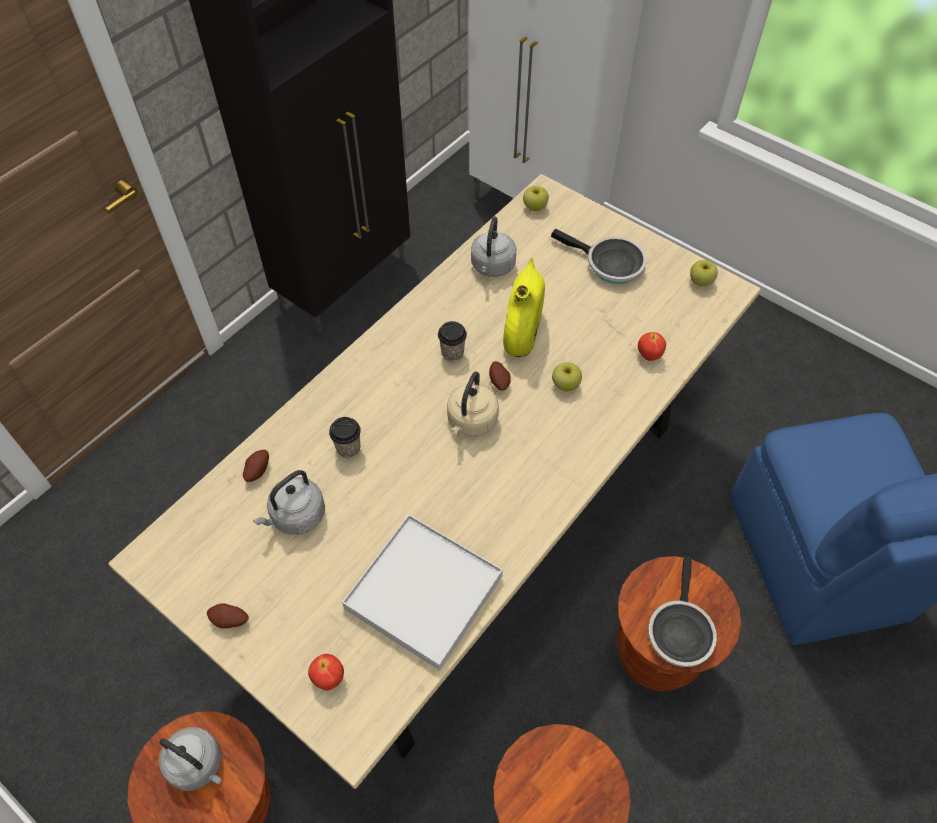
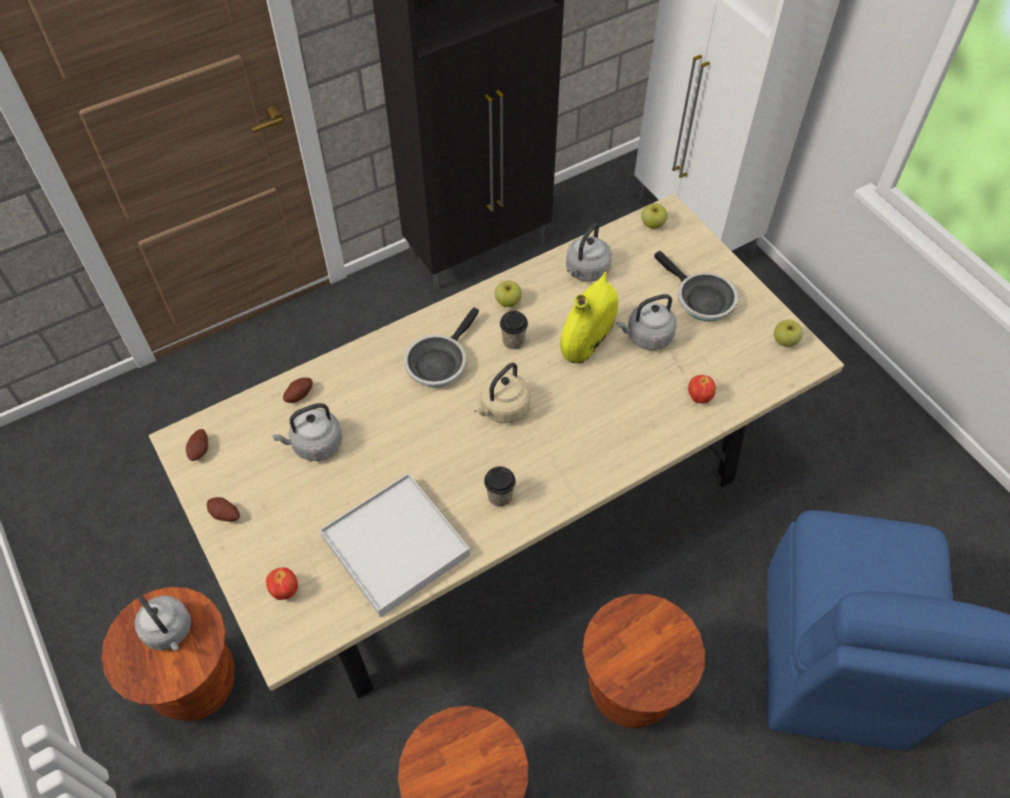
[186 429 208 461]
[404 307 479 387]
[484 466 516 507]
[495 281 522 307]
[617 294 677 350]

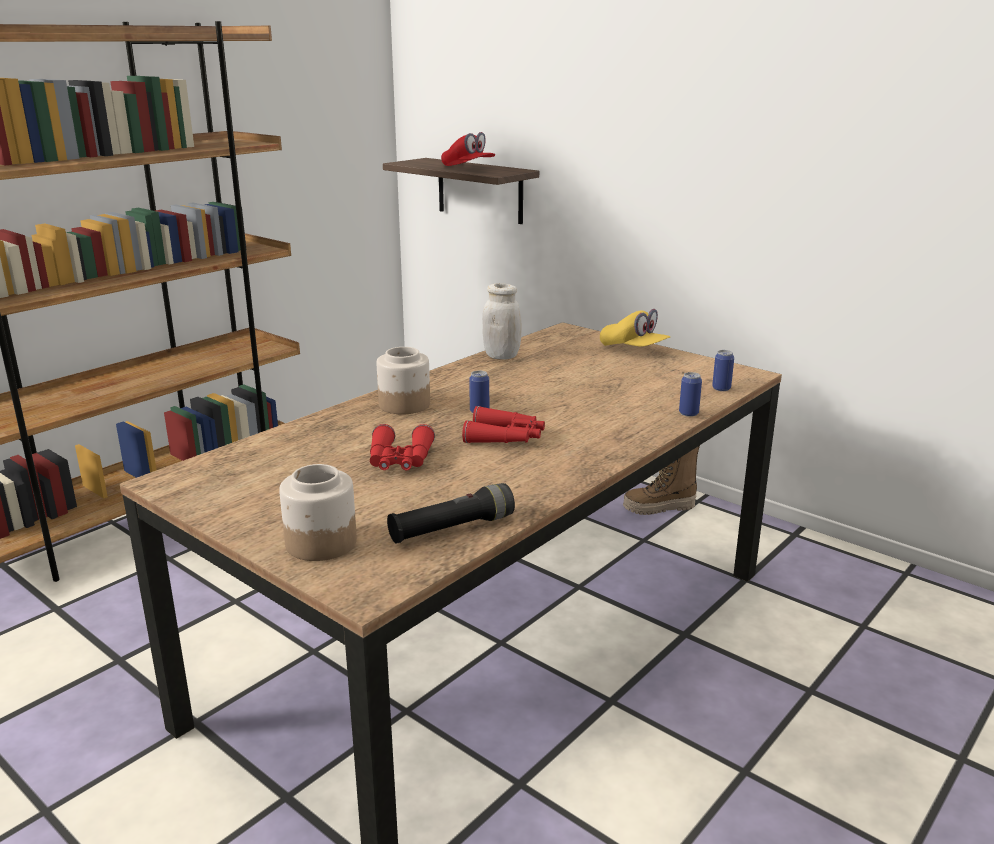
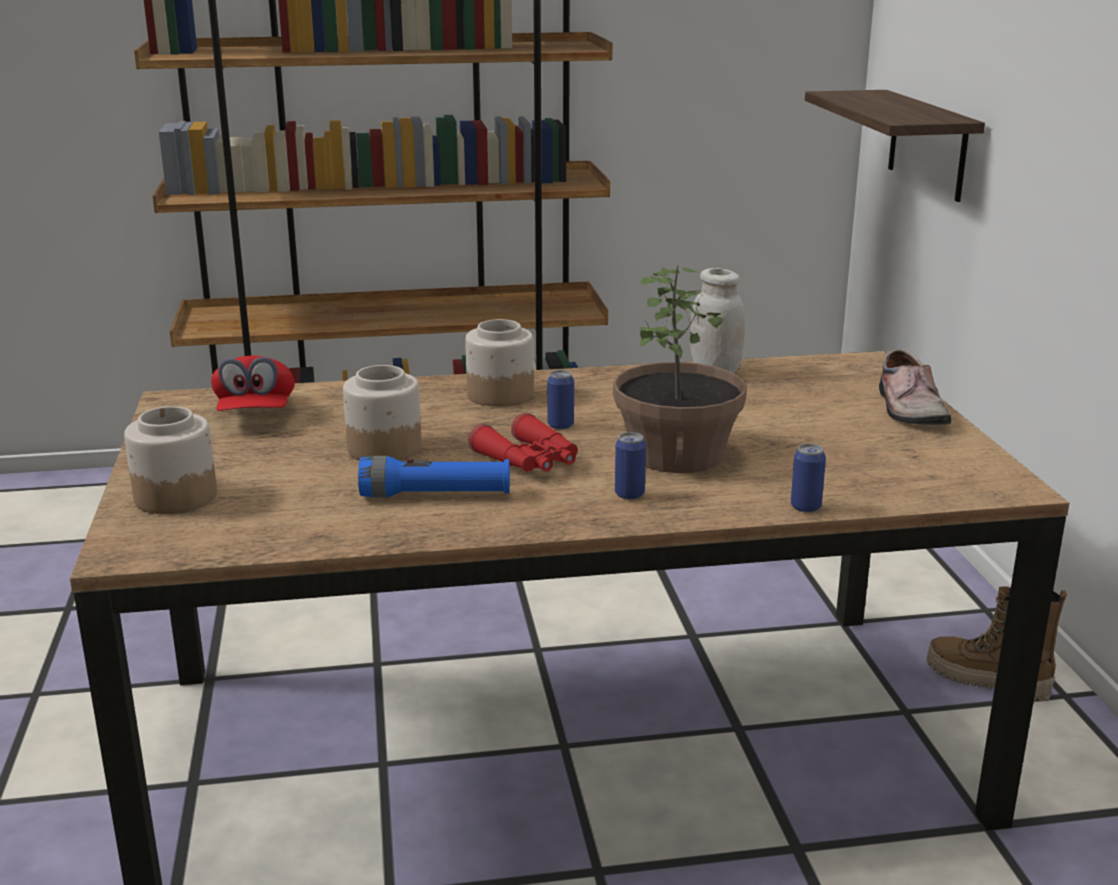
[211 356 295 411]
[343 365 422 461]
[358 456 510 498]
[613 265 747 473]
[615 432 646 500]
[879 349 951 425]
[387 483 515 544] (first image)

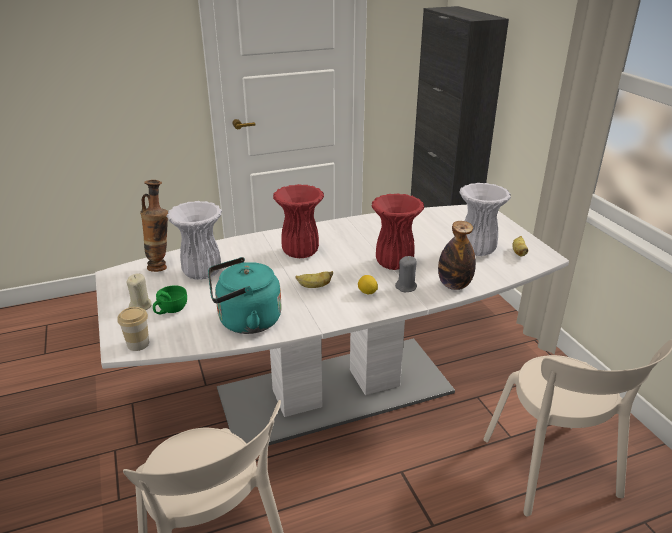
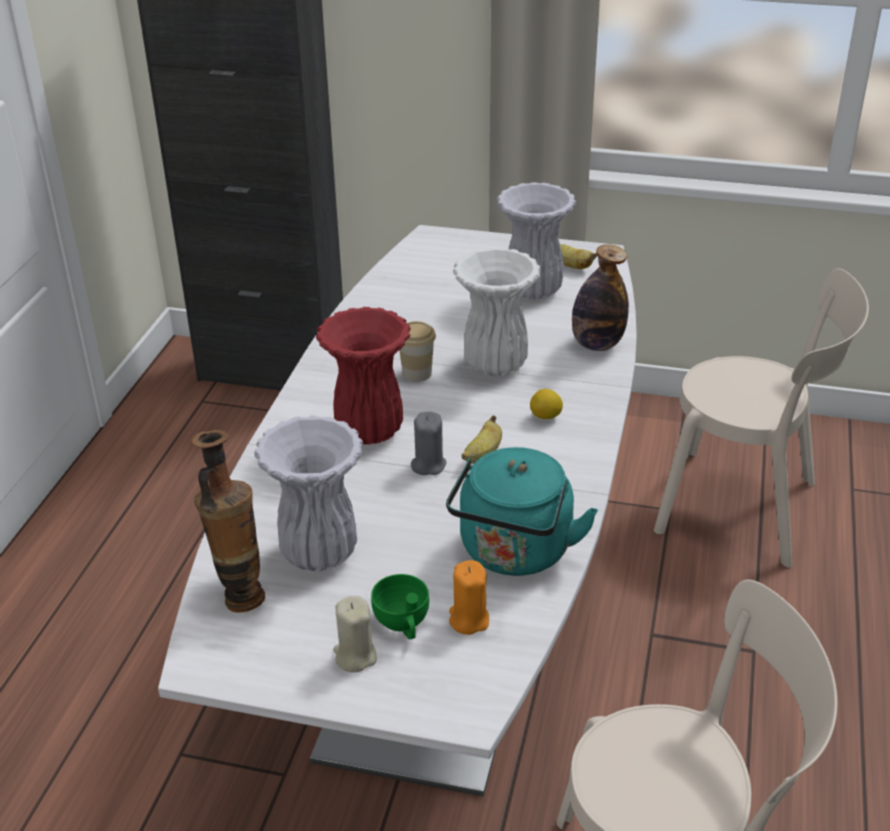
[400 321 436 382]
[411 411 446 475]
[449 560 489 635]
[453 247 541 376]

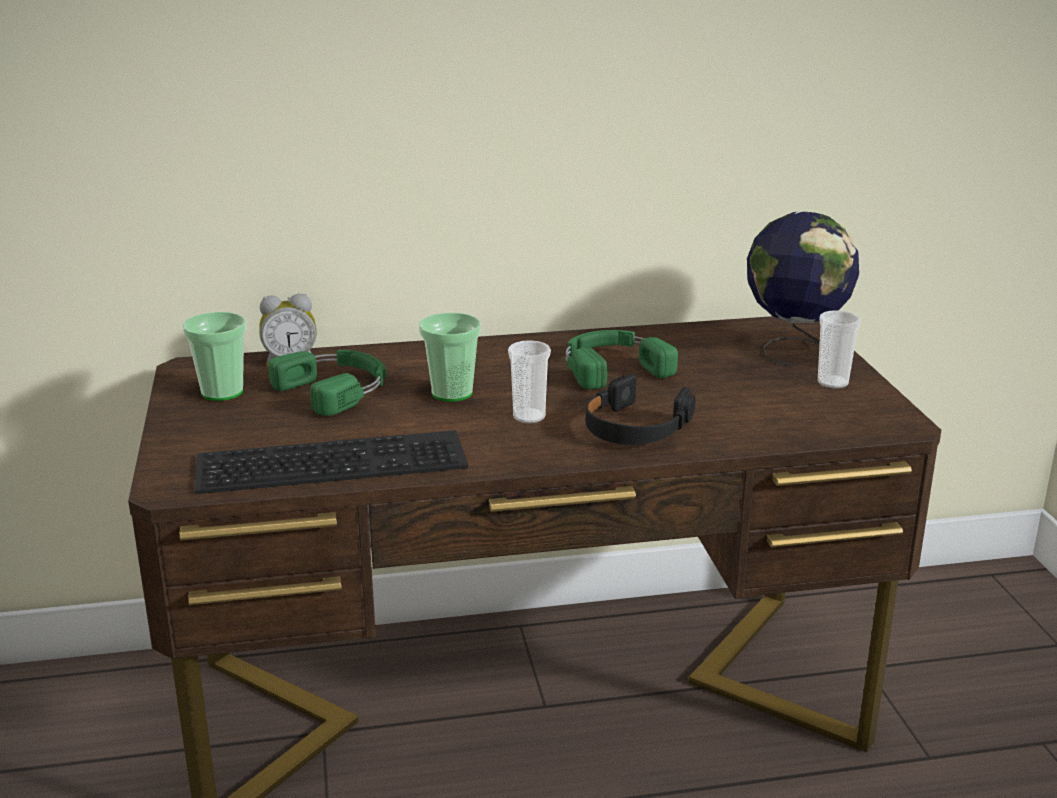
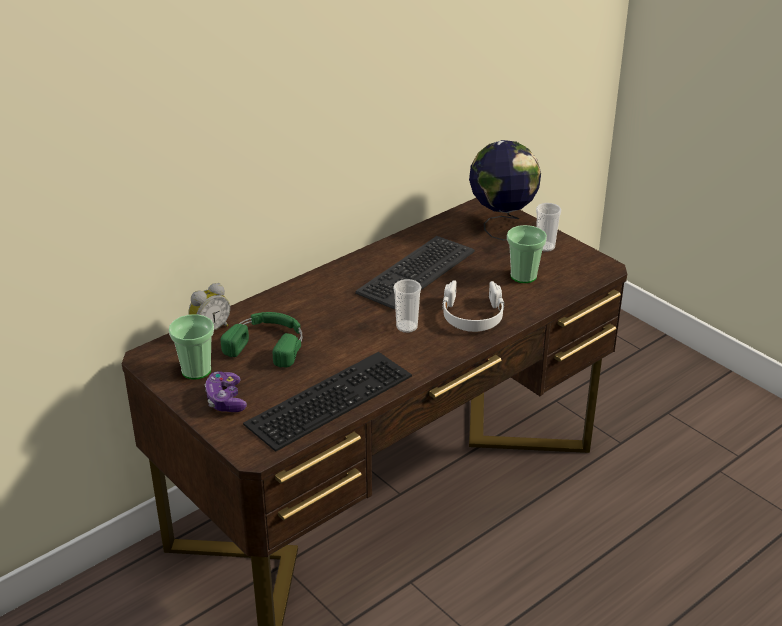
[205 371 247 412]
[355 236 475 309]
[442 280 504 332]
[507 225 547 283]

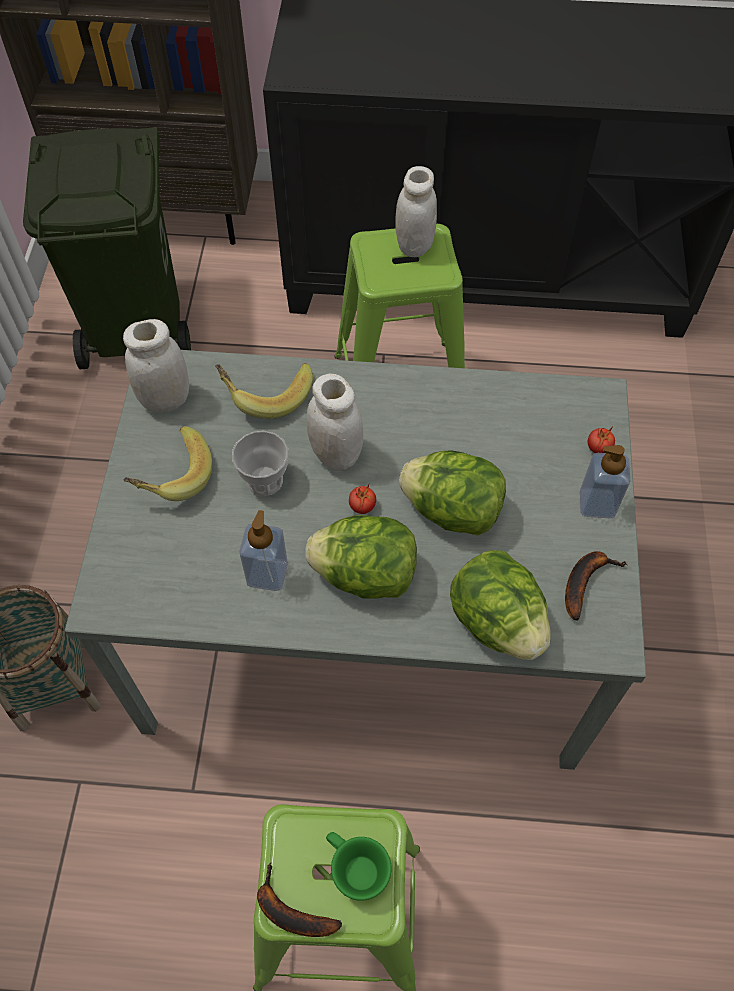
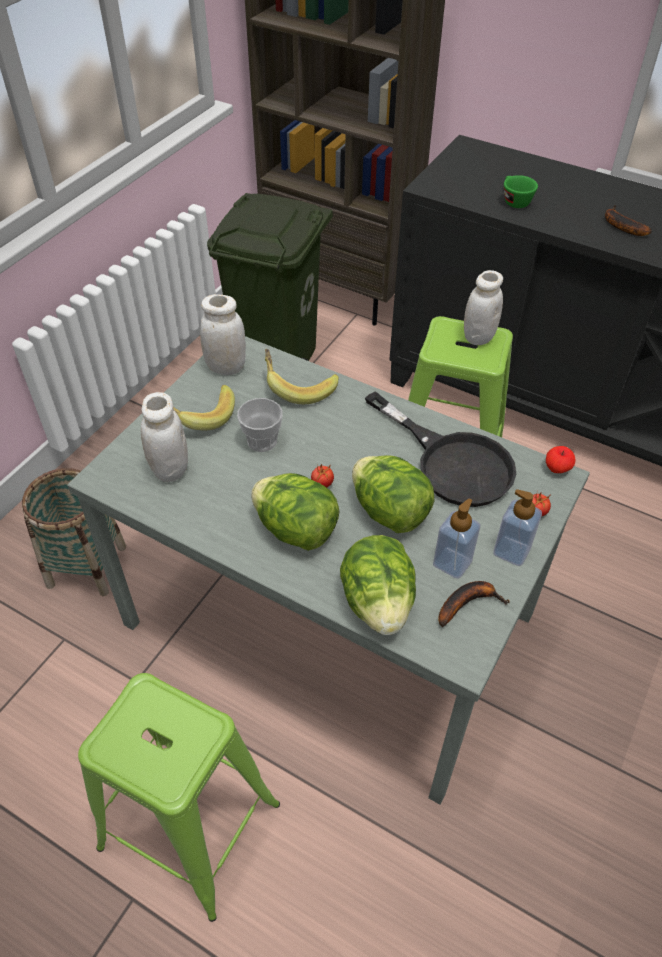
[141 392 188 482]
[365 391 516 507]
[433 498 480 579]
[504 175 538 208]
[546 446 575 473]
[605 205 652 236]

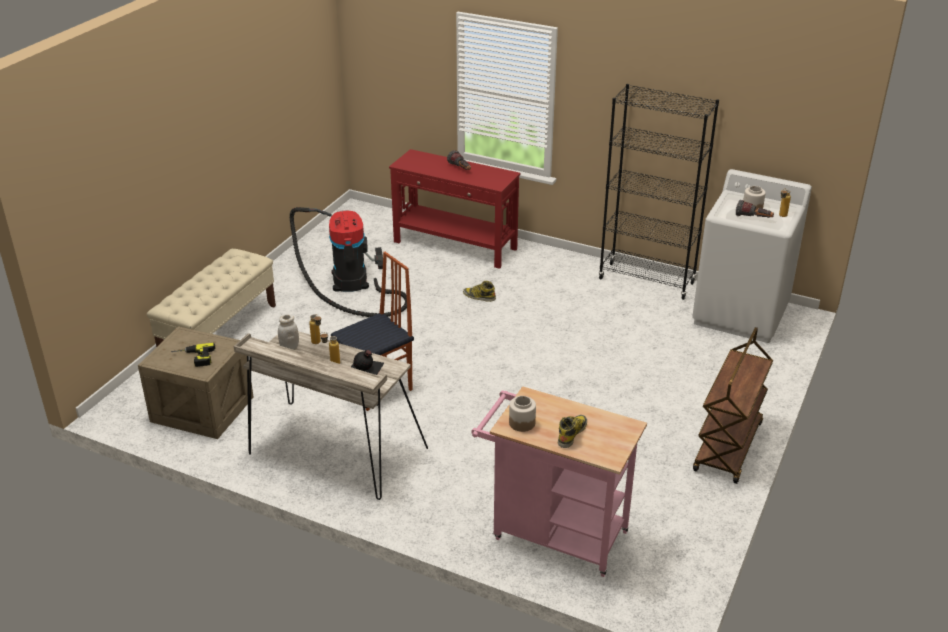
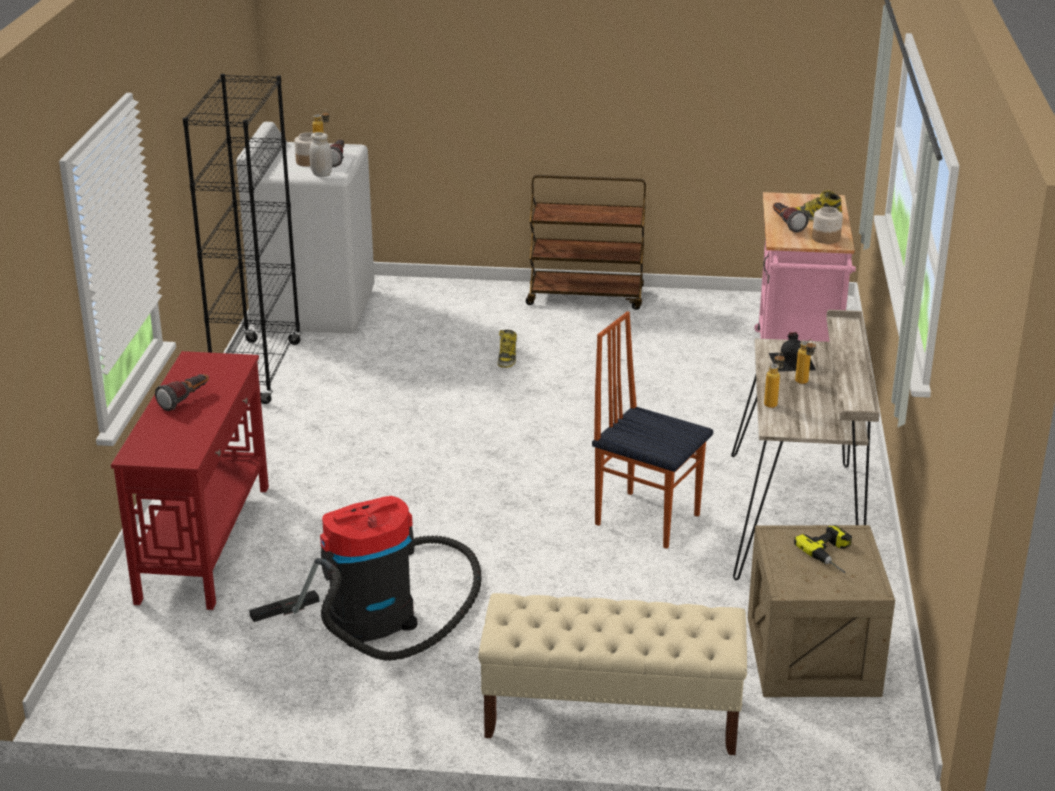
[309 132 332 177]
[498 330 517 368]
[773 203 809 232]

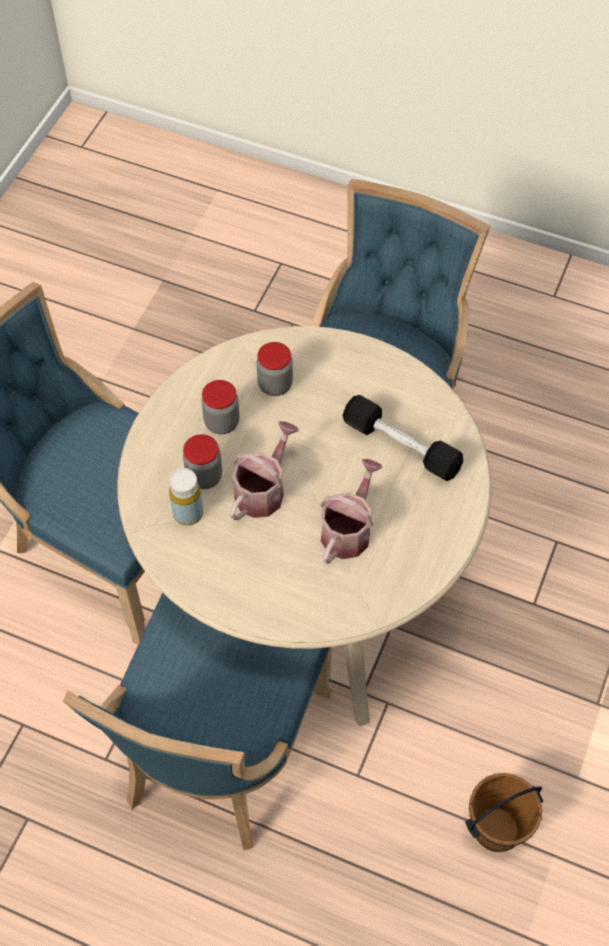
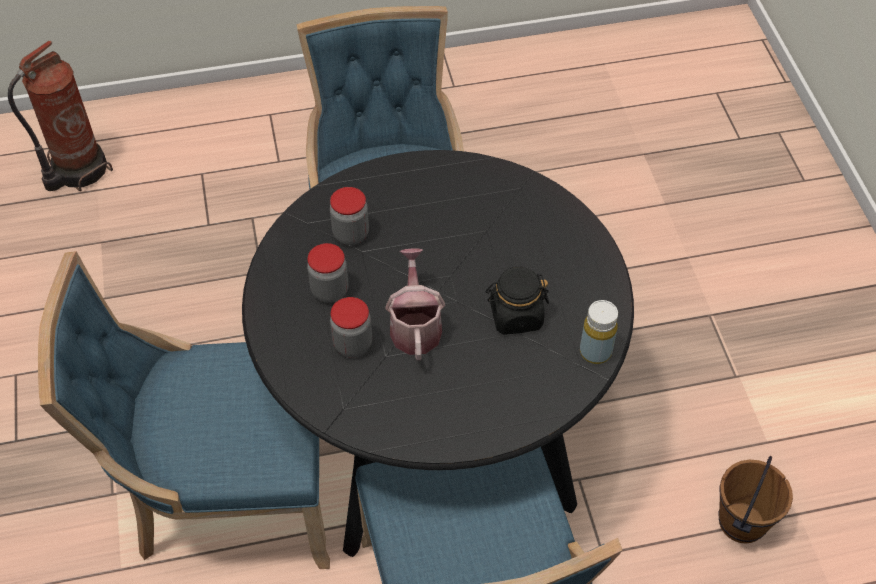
[8 41 113 191]
[242 150 634 557]
[485 267 549 335]
[580 300 618 364]
[342 395 463 481] (first image)

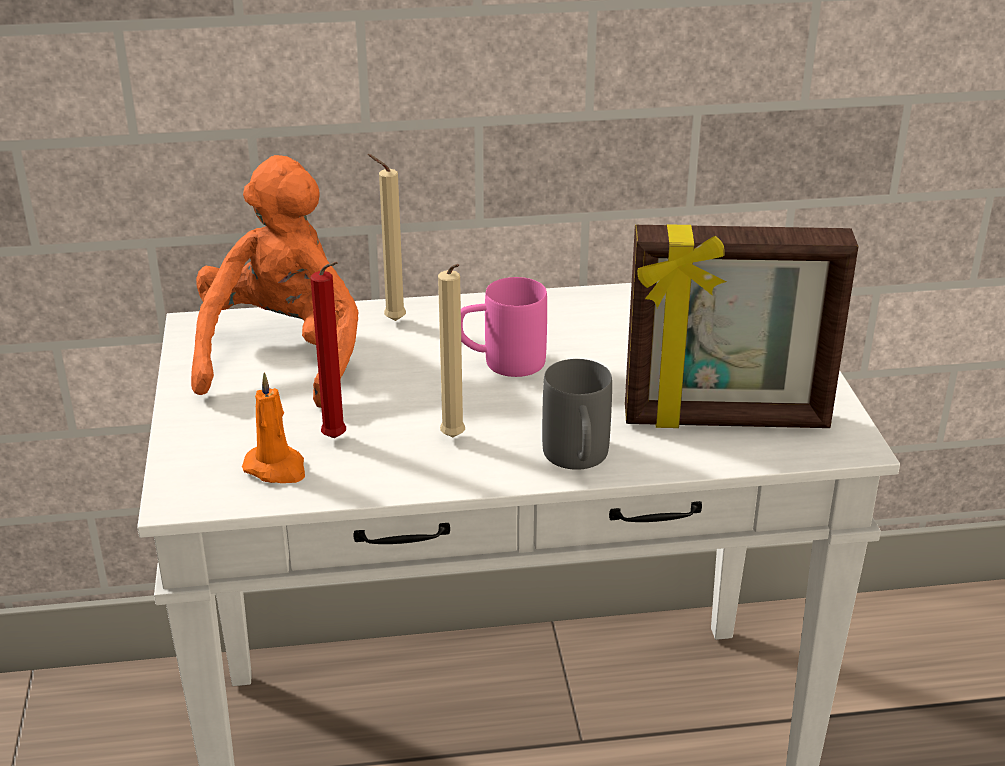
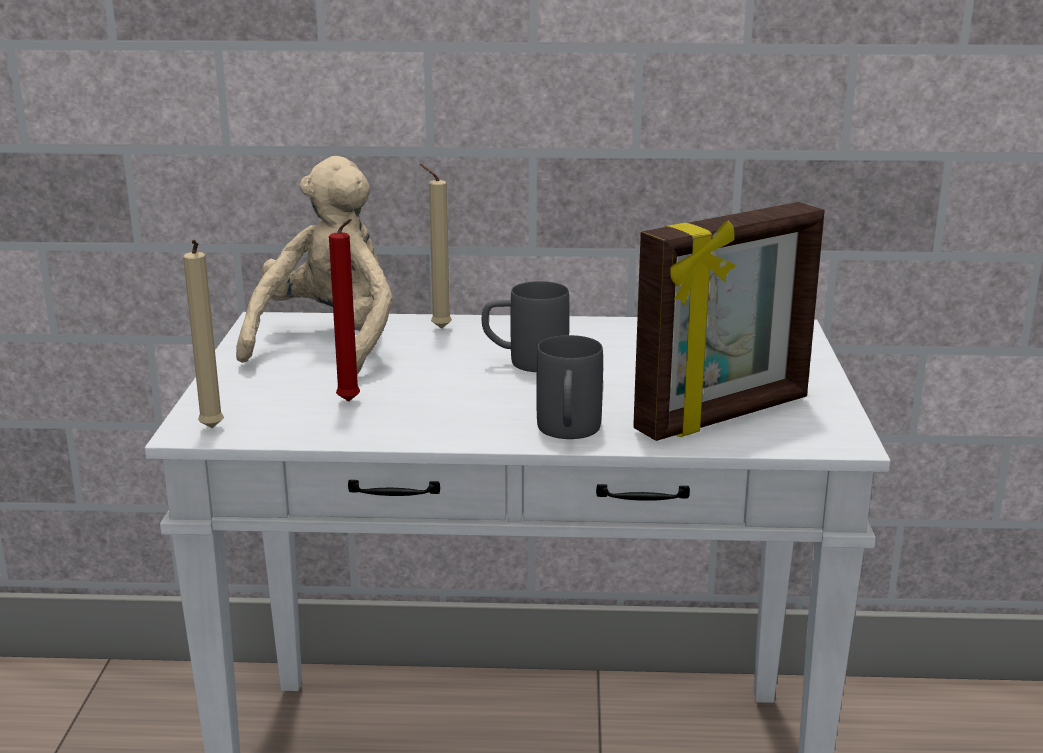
[183 240 224 428]
[236 156 393 375]
[482 281 569 372]
[633 202 824 441]
[242 372 305 483] (first image)

